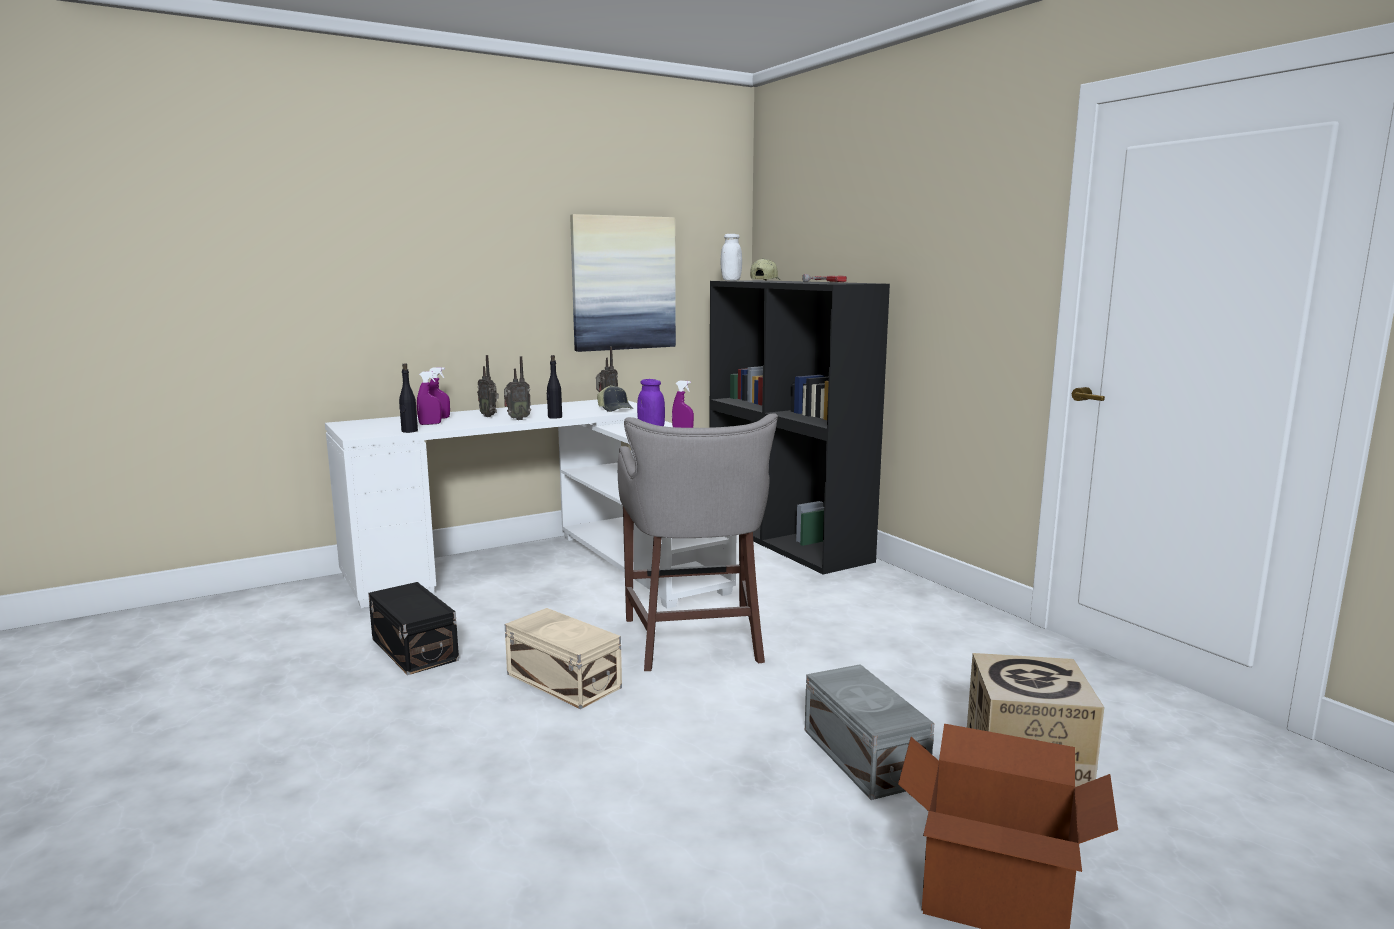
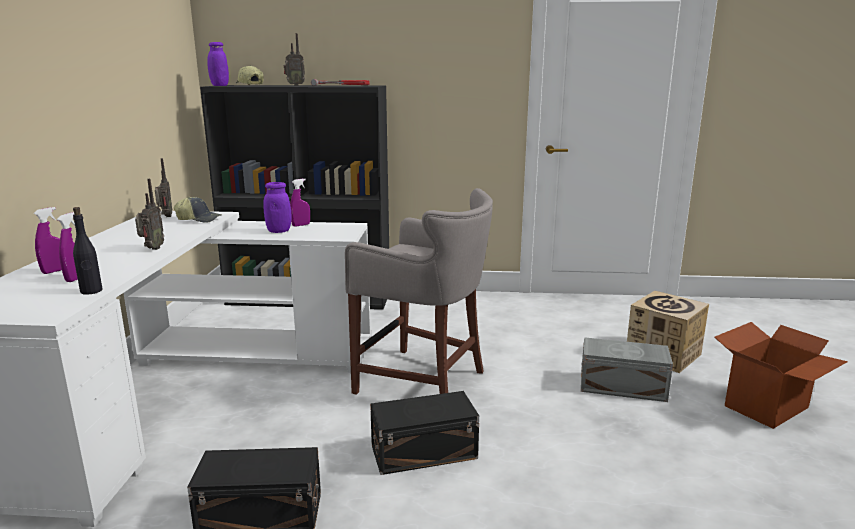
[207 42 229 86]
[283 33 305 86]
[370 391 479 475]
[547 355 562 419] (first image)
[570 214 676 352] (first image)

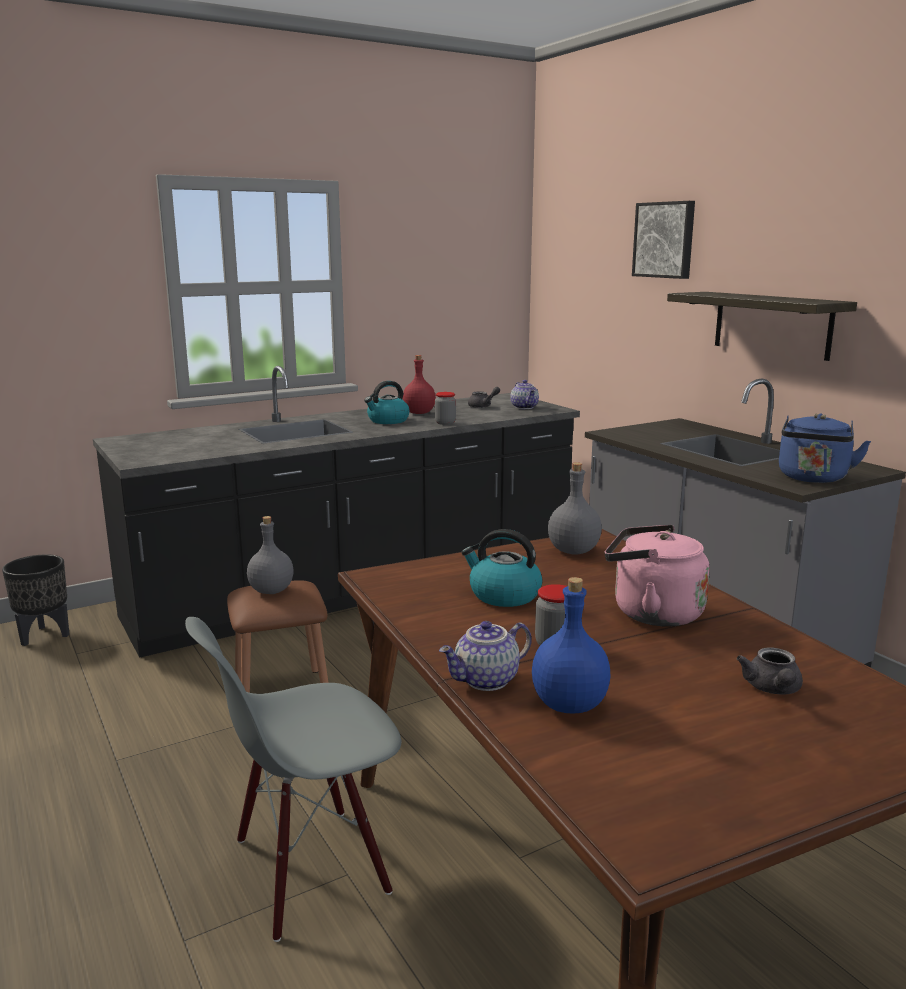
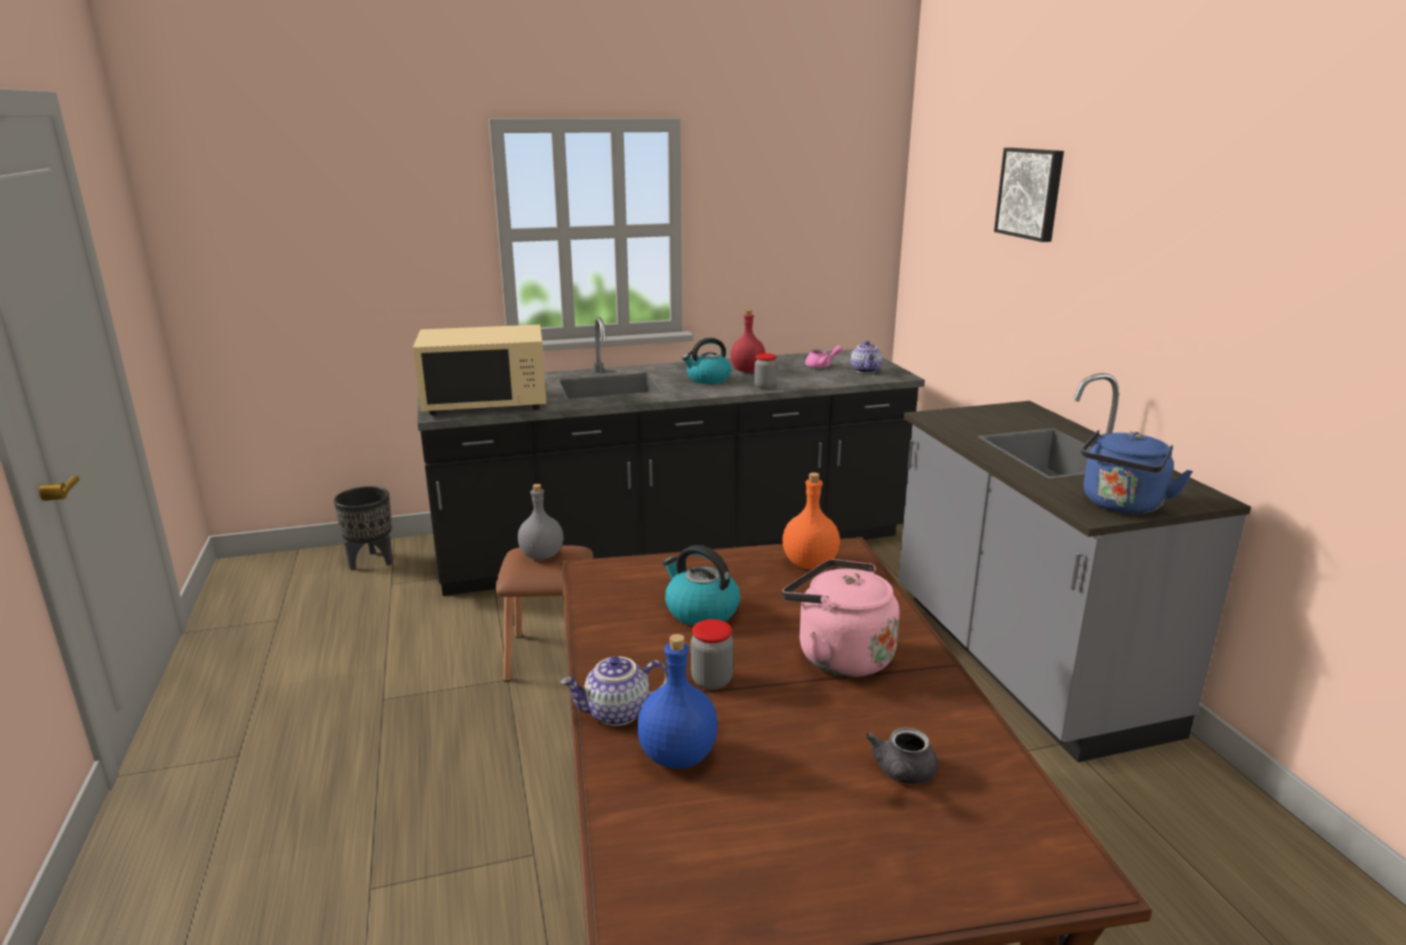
[413 325 546 415]
[782 472 840 569]
[805 345 843 368]
[185 617 401 942] (first image)
[667 292 857 361] (first image)

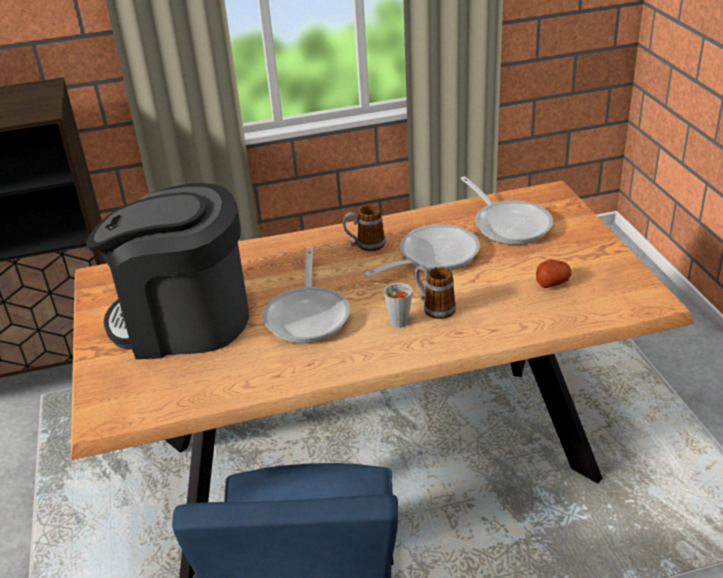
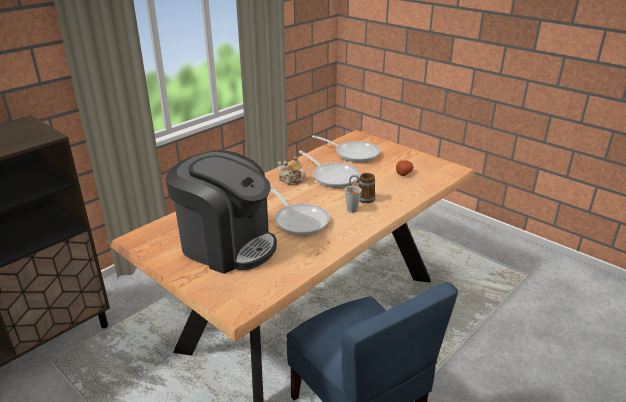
[165 150 277 274]
[277 156 306 185]
[299 151 360 188]

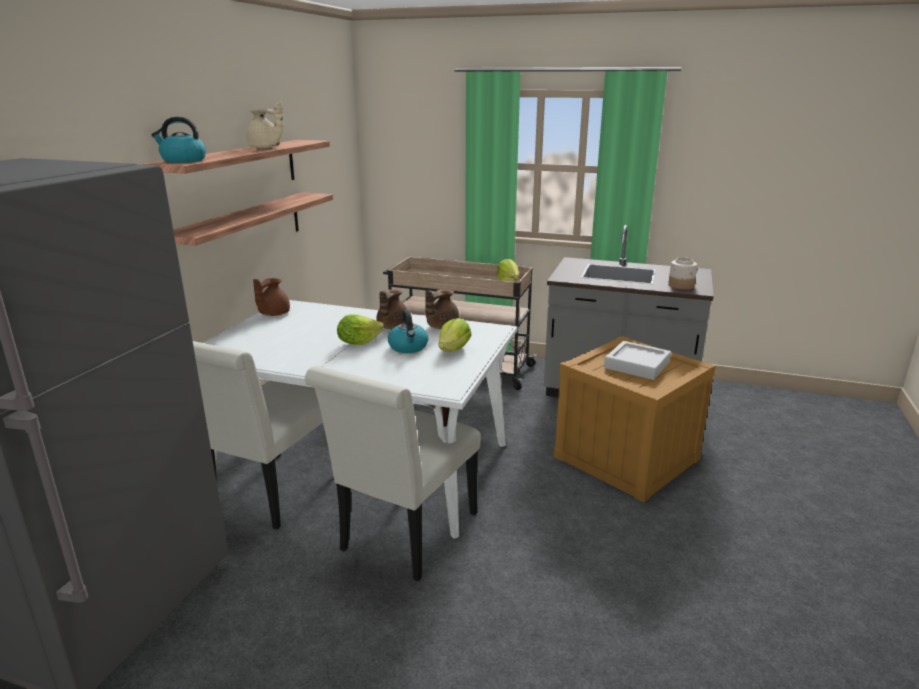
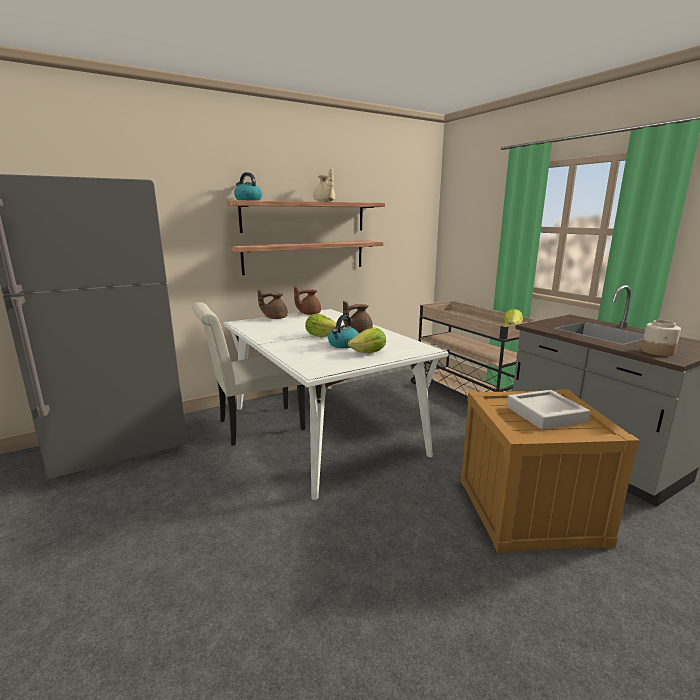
[258 289 288 319]
[305 366 481 581] (first image)

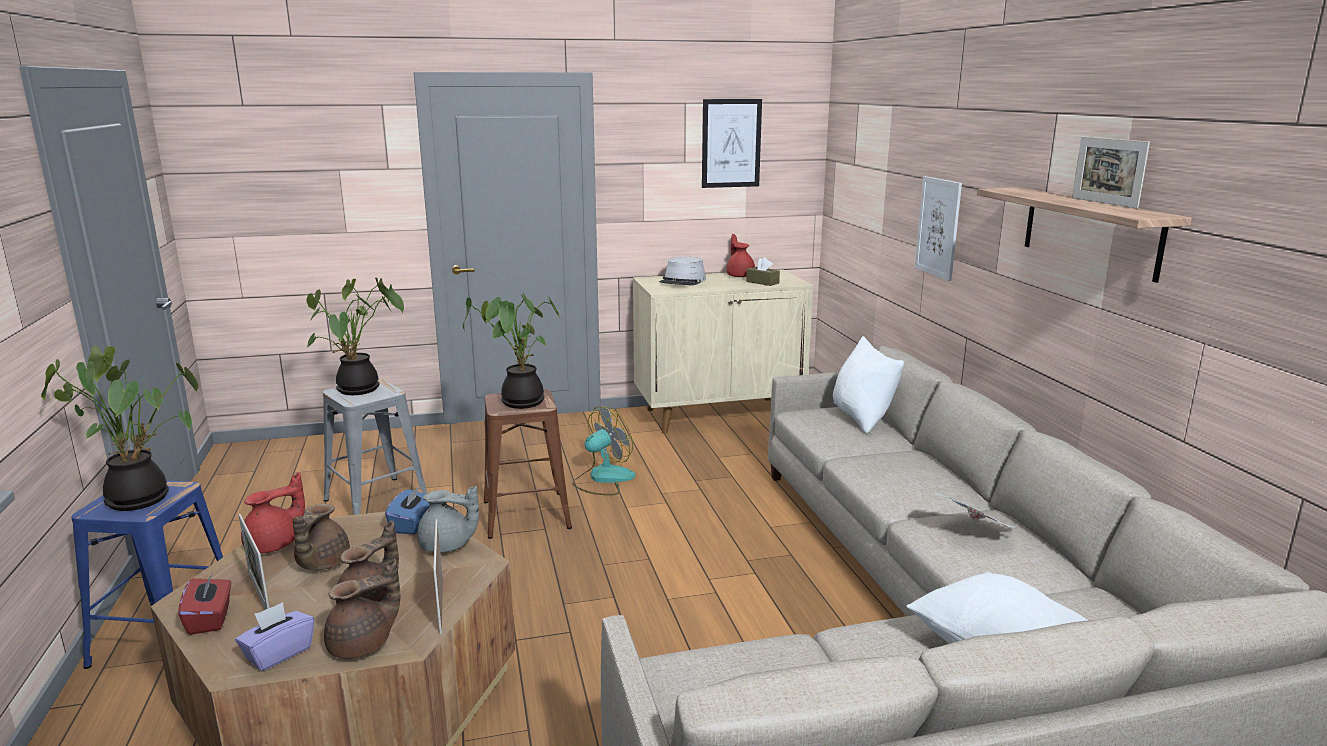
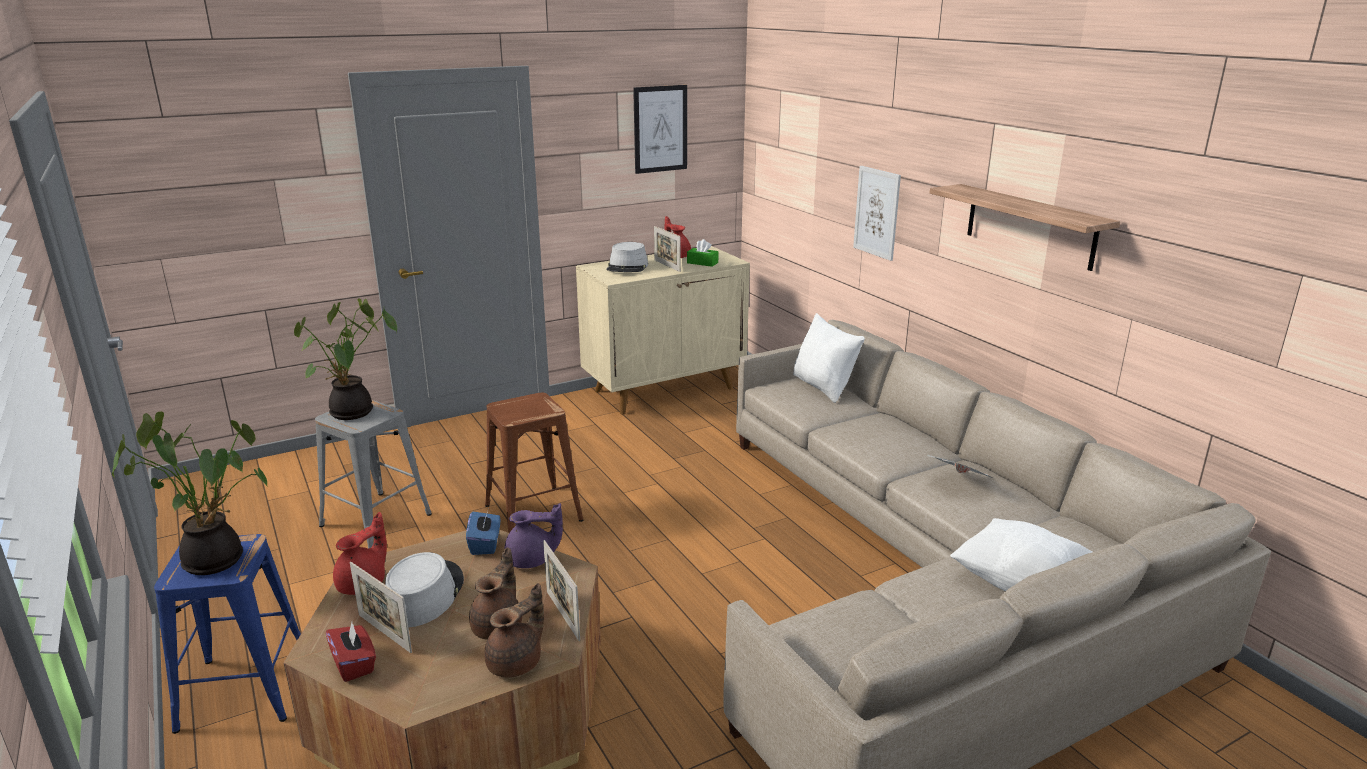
[385 552 464 627]
[504 503 563 568]
[654 226 681 272]
[687 239 719 267]
[235 602 314 671] (first image)
[463 292 561 409] (first image)
[572 406 635 495] (first image)

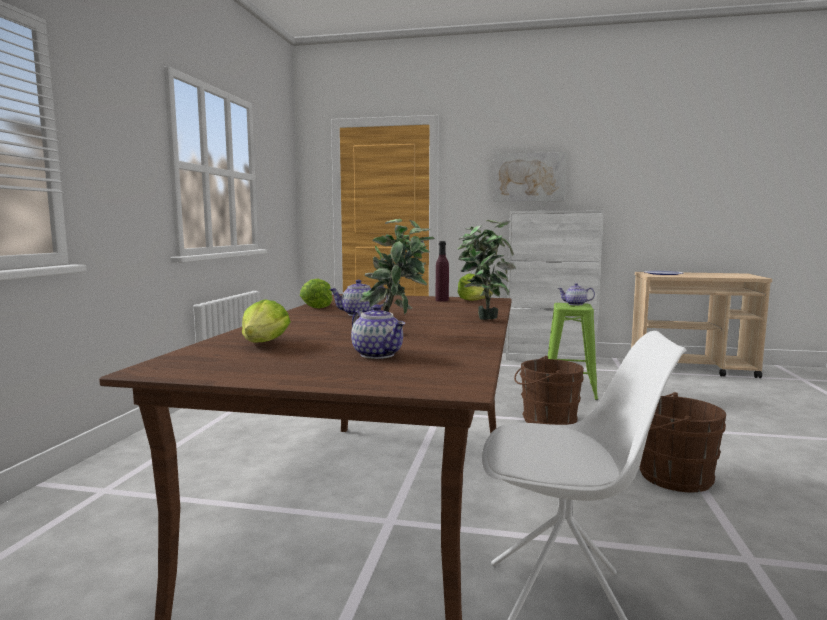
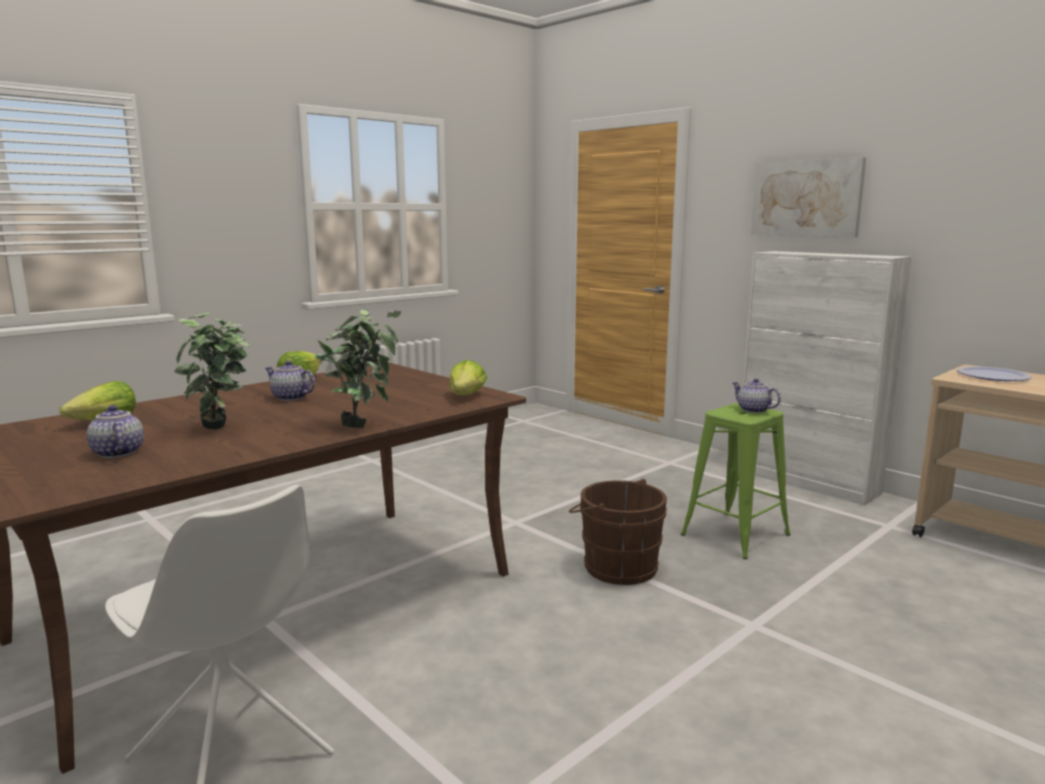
[87 405 144 458]
[435 241 449 302] (first image)
[640 392 726 492] (first image)

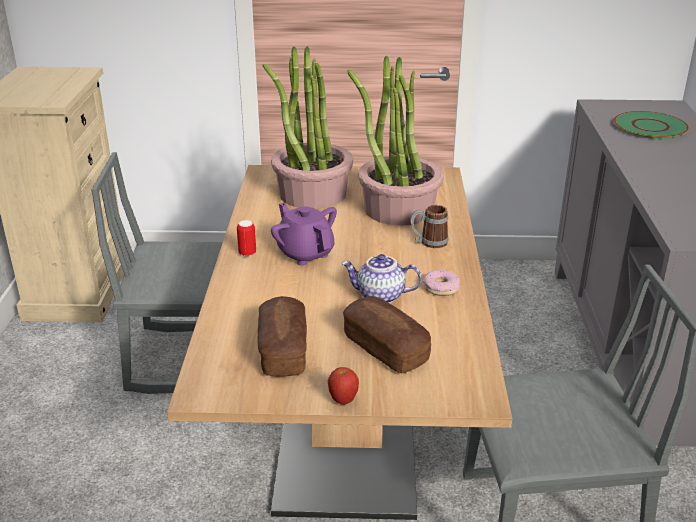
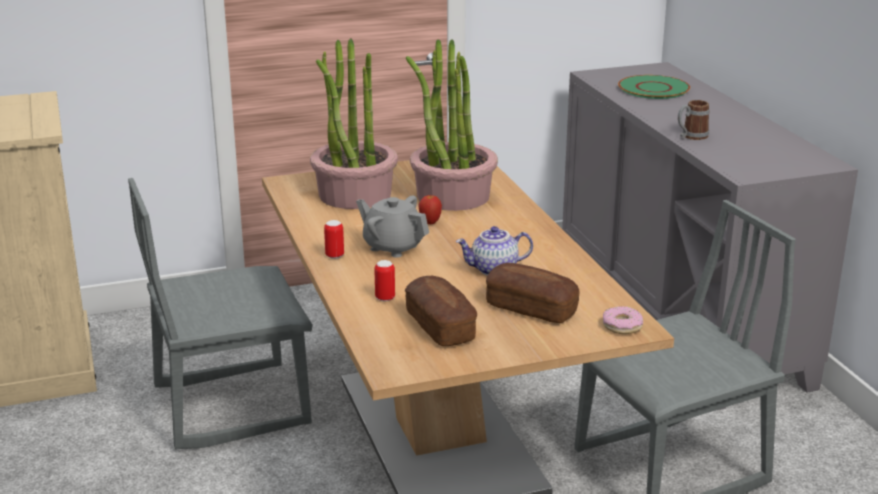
[356 195 429 258]
[374 260 395 301]
[418 194 442 224]
[603 307 643 334]
[678 100 710 140]

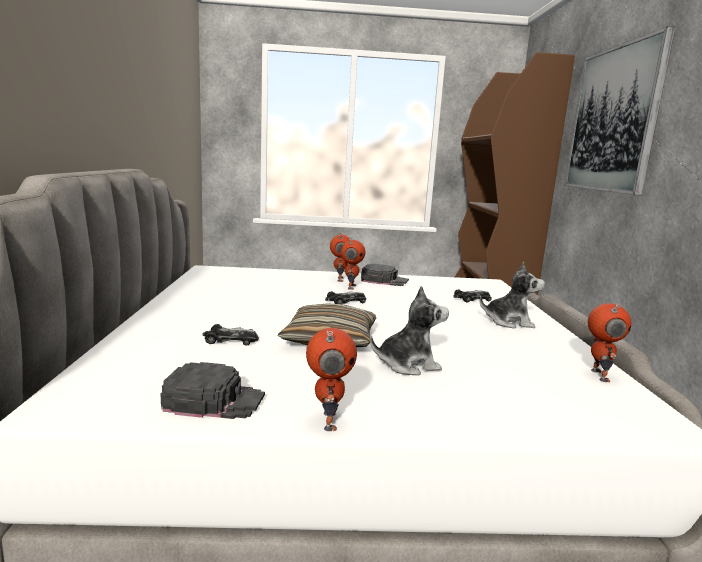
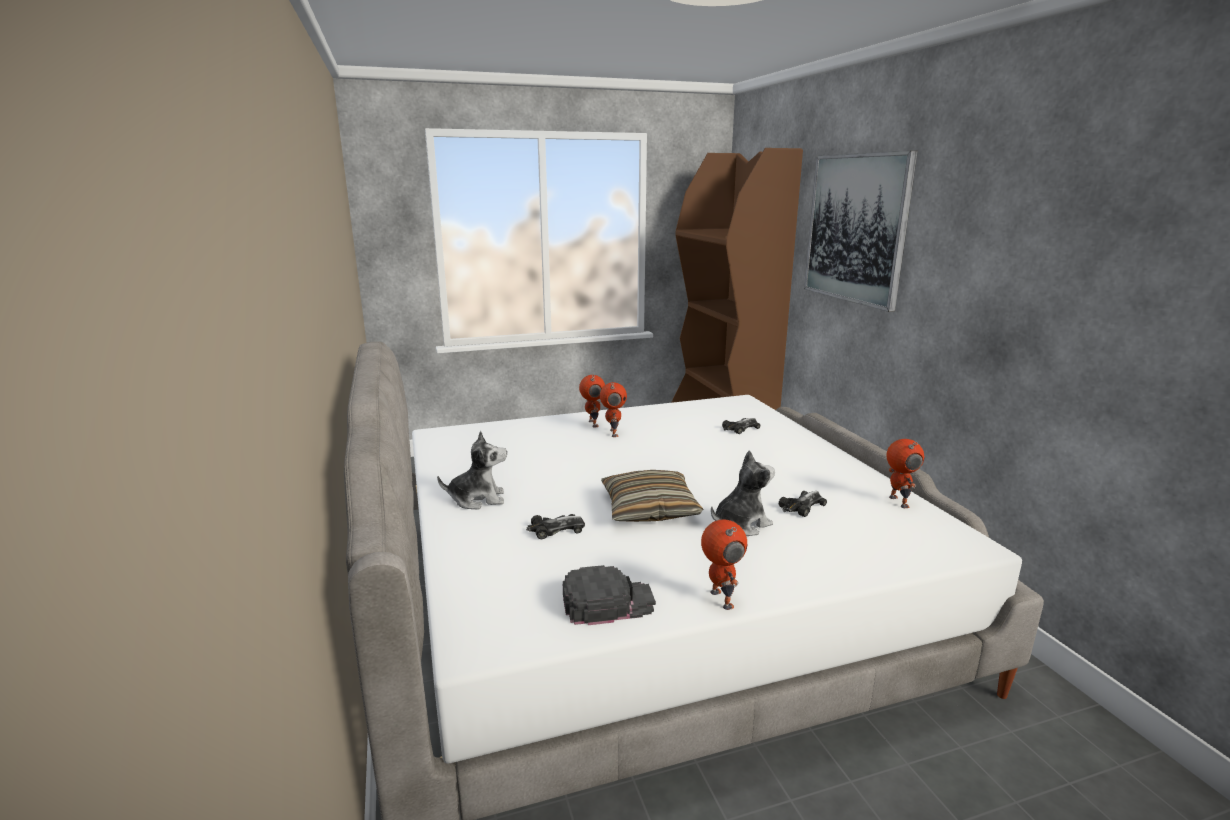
[437 431 507 510]
[779 491 827 517]
[361 264 409 286] (first image)

